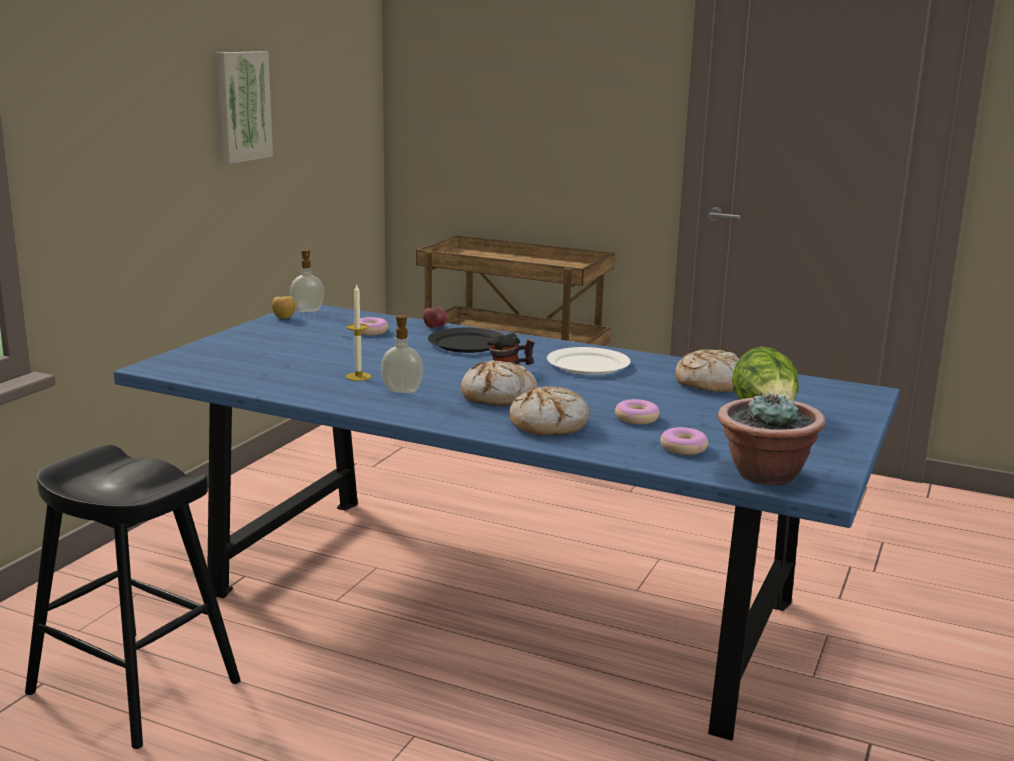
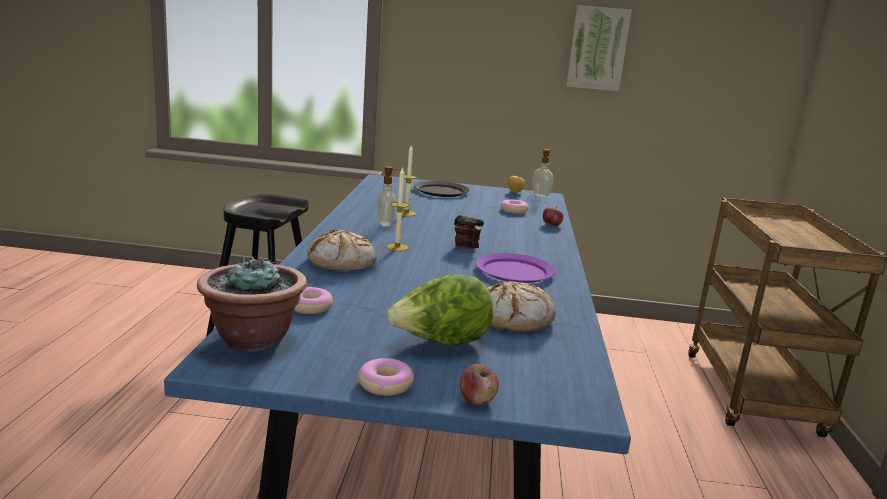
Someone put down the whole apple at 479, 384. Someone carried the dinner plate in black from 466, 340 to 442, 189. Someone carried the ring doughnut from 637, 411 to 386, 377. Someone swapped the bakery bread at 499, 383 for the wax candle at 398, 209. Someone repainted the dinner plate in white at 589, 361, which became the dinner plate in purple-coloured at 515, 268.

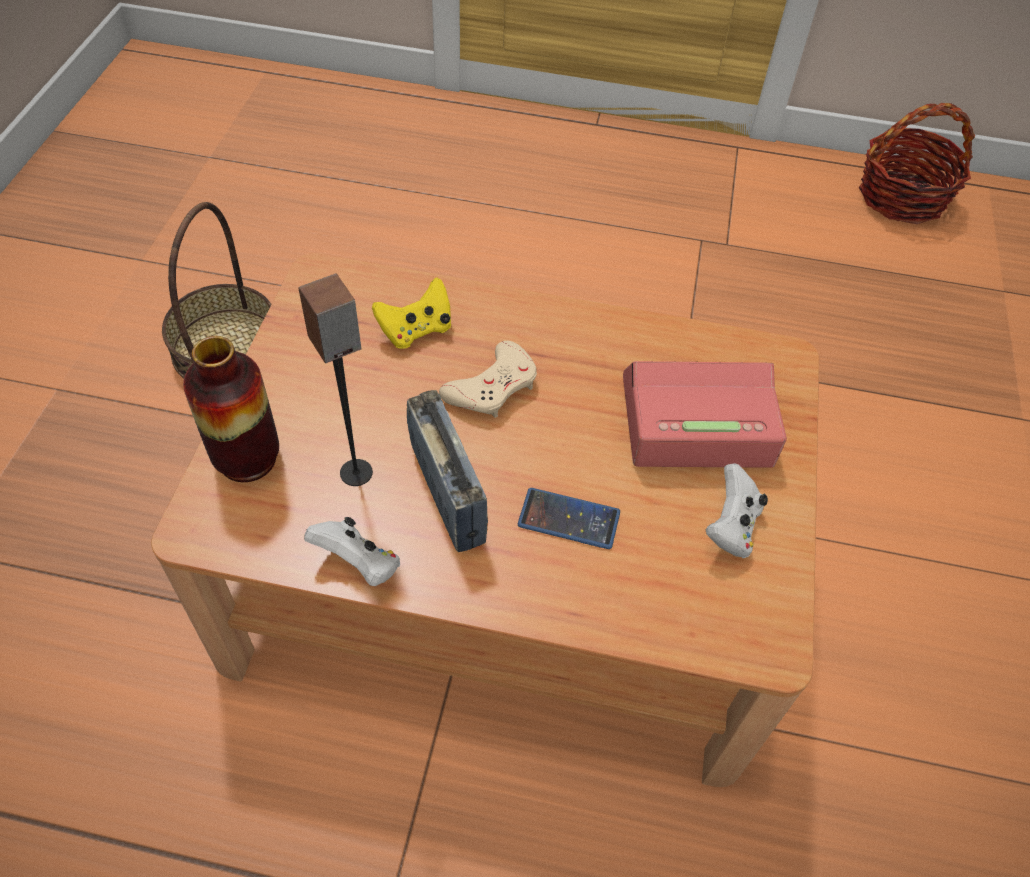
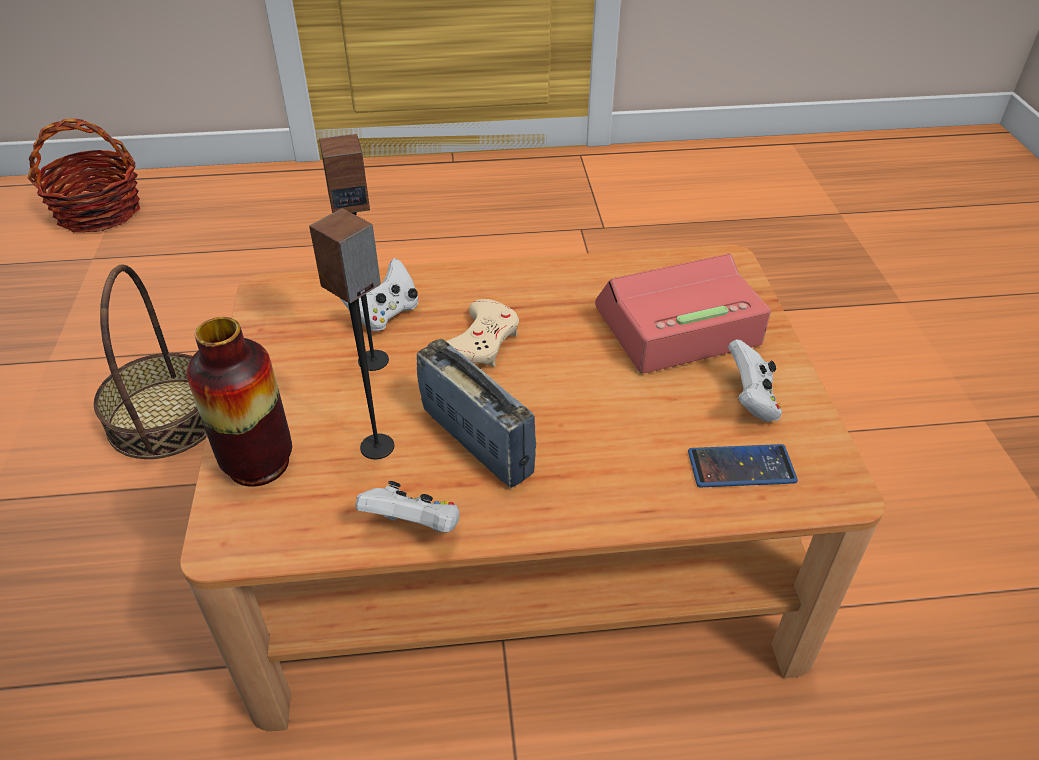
Someone put down the audio speaker at 354, 252. Someone carried the handset from 569, 518 to 743, 465. Someone carried the storage basket from 917, 163 to 84, 176. Someone repainted the game controller in yellowish at 411, 313, which became the game controller in white at 379, 295.

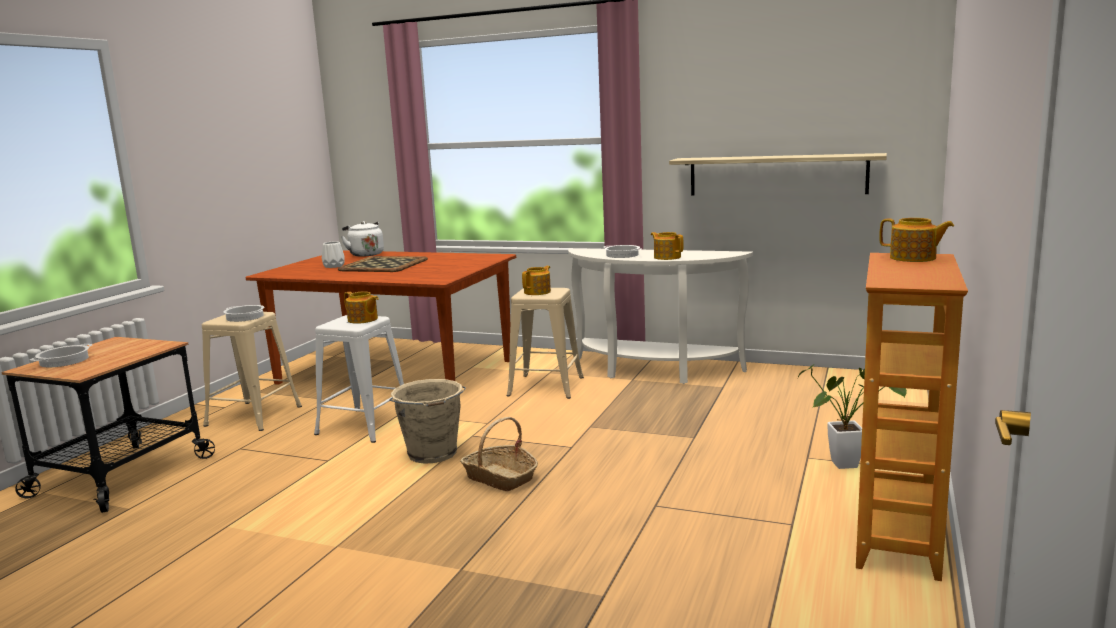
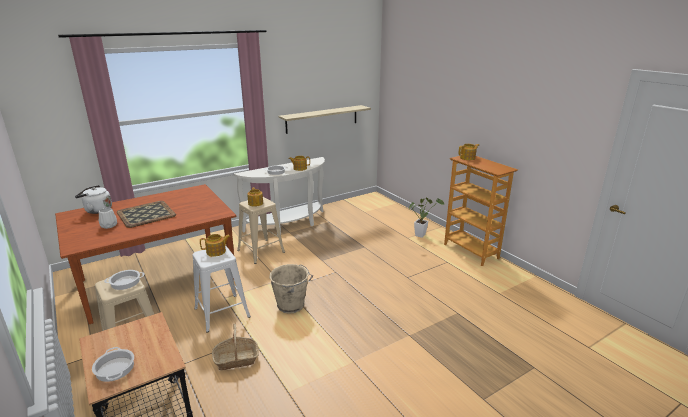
Someone carried the storage basket from 499, 454 to 235, 347.

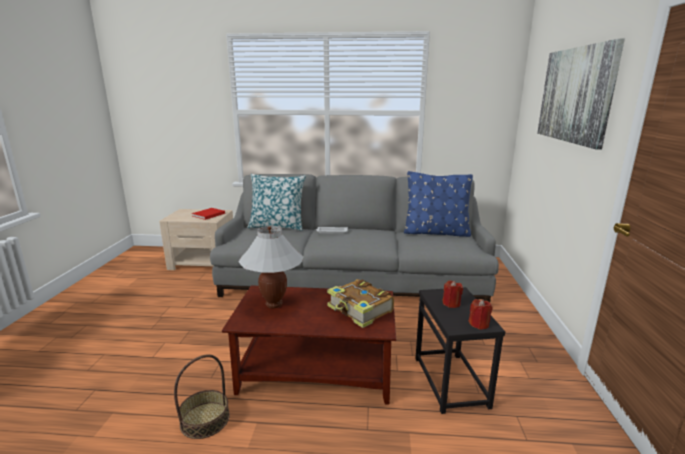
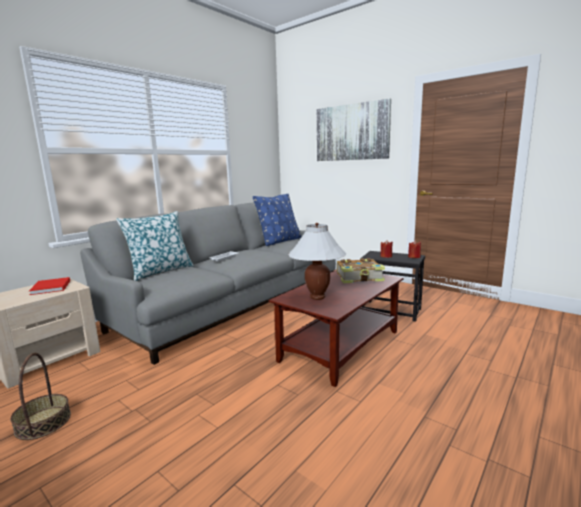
Someone carried the storage basket from 202, 396 to 40, 396.

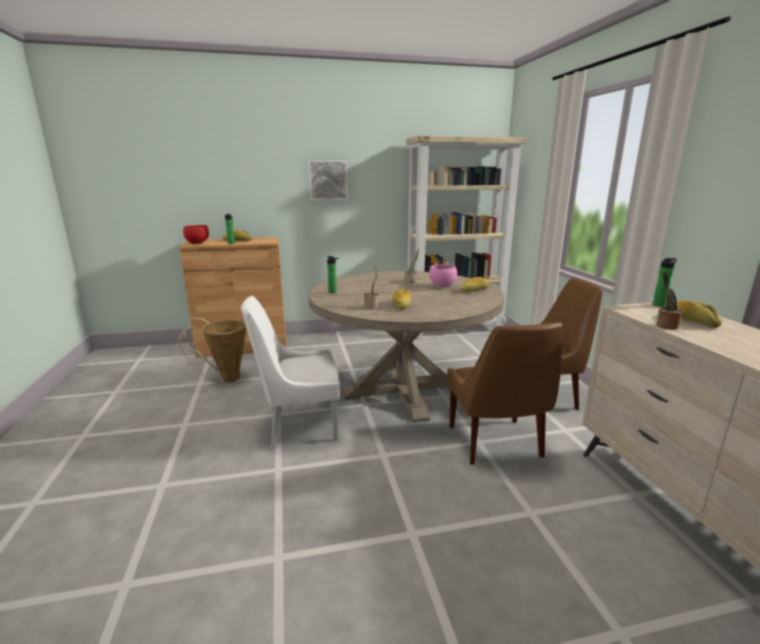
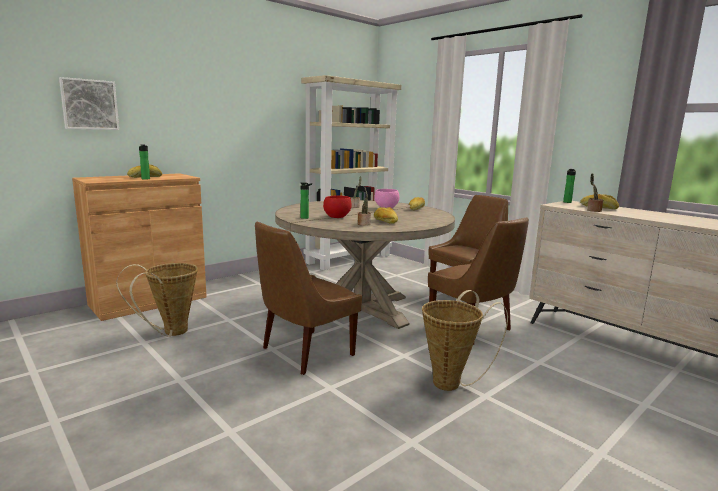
Someone put down the storage basket at 465, 340. Someone carried the deep dish in red from 196, 234 to 337, 206. Someone carried the picture from 328, 181 to 89, 103. Someone repainted the plain chair in white at 290, 372, which became the plain chair in brown at 308, 298.

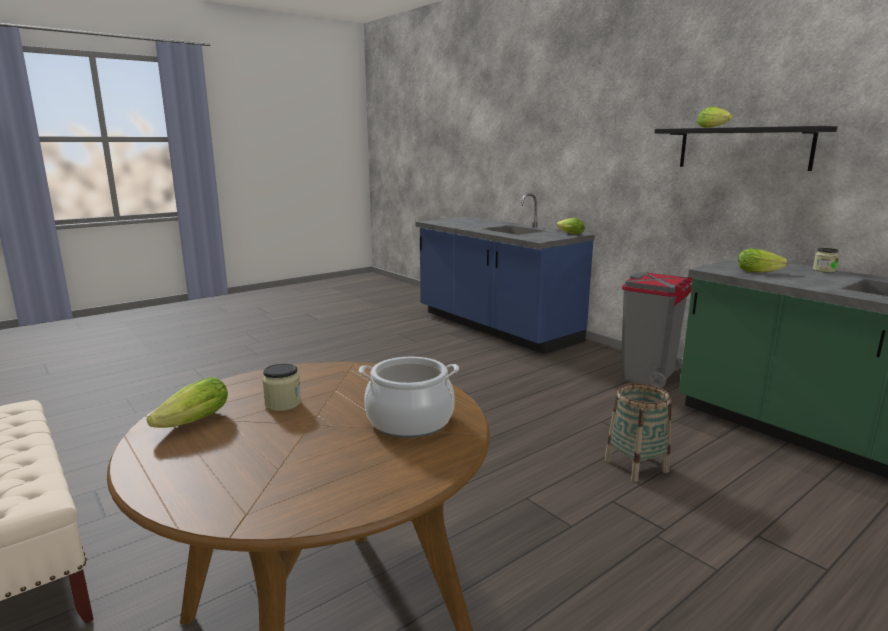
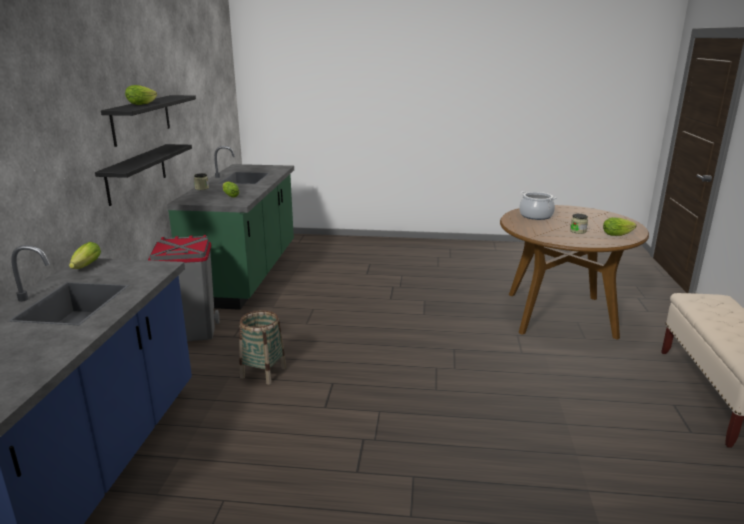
Someone put up the shelf in black at 143, 175. Someone carried the storage basket from 638, 432 to 263, 347.

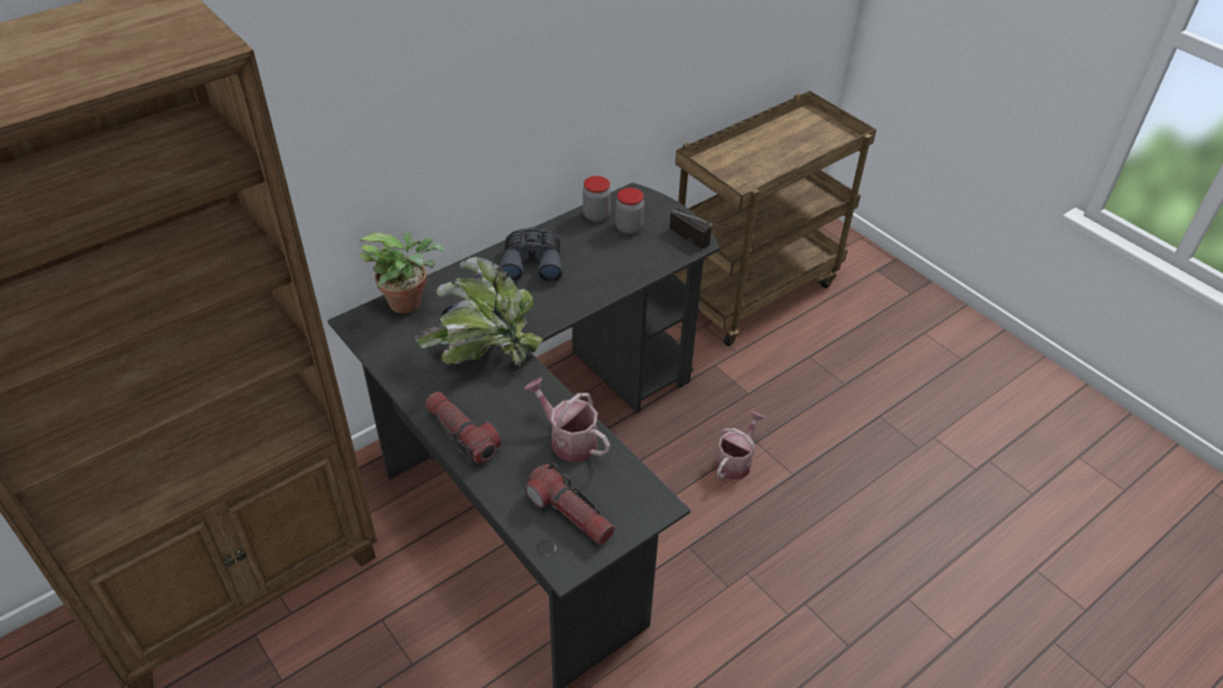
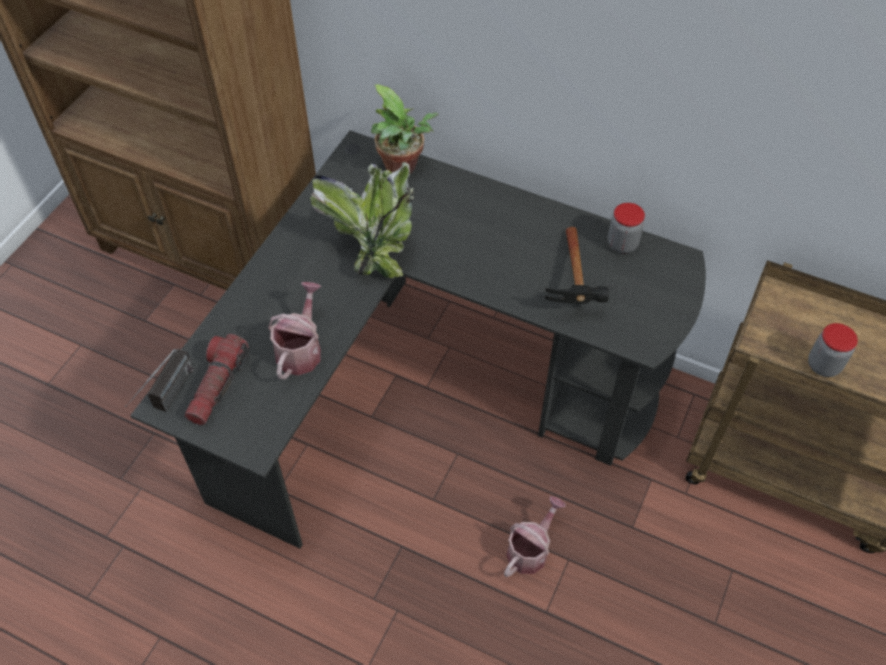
Someone took away the flashlight at 463, 428. Someone took away the binoculars in greyish at 531, 255. Someone put down the hammer at 577, 265. Someone carried the jar from 629, 211 to 833, 350. Someone carried the radio receiver from 697, 227 to 159, 380. Someone rotated the watering pot at 740, 444 by 60 degrees counterclockwise.

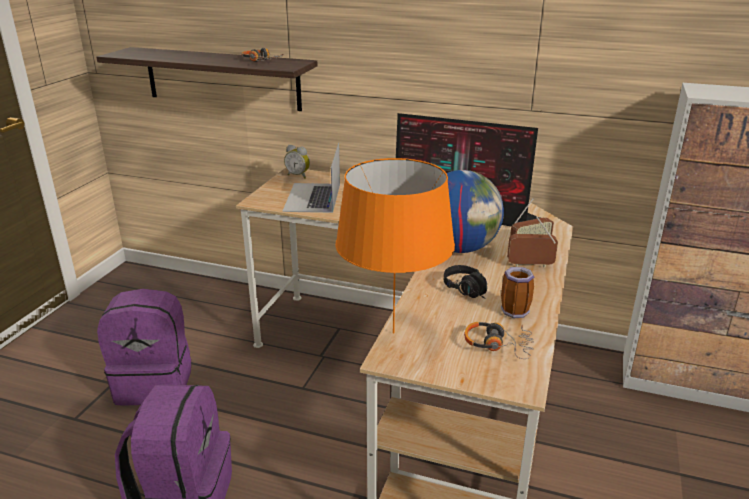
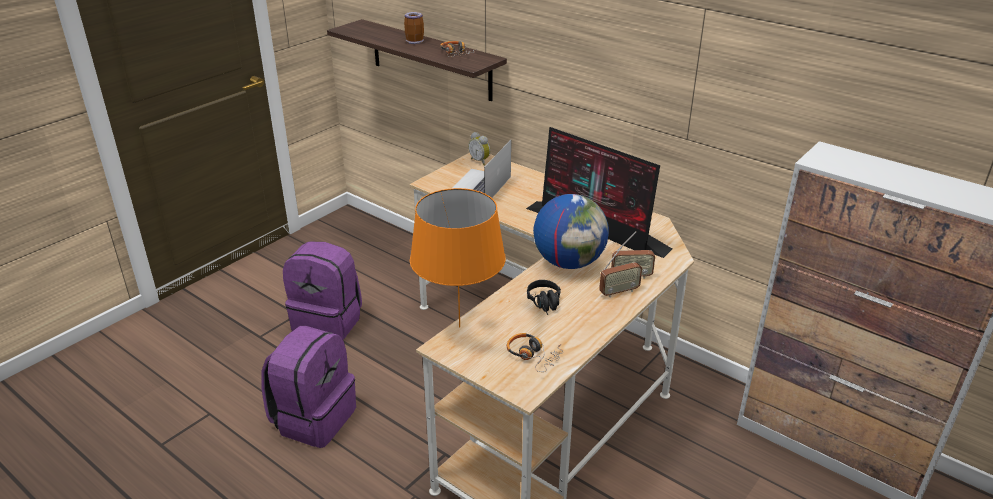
Someone carried the tea mug from 518, 292 to 414, 28. Someone rotated the radio receiver at 532, 242 by 135 degrees clockwise.

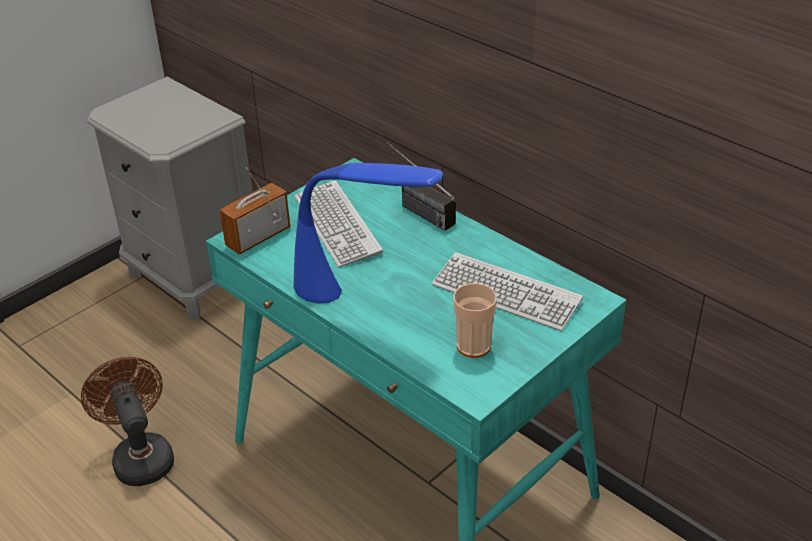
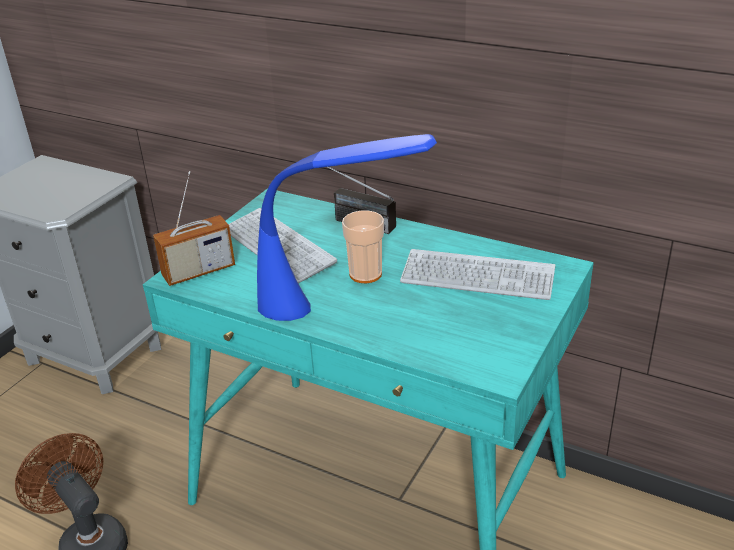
Someone carried the small cup from 475, 320 to 363, 246. Someone rotated the radio receiver at 254, 211 by 150 degrees counterclockwise.

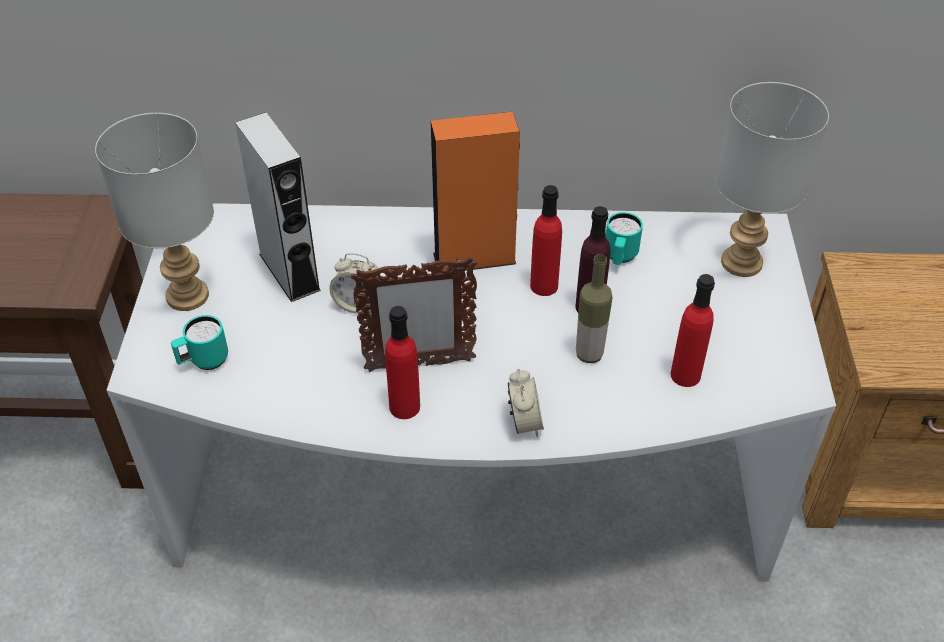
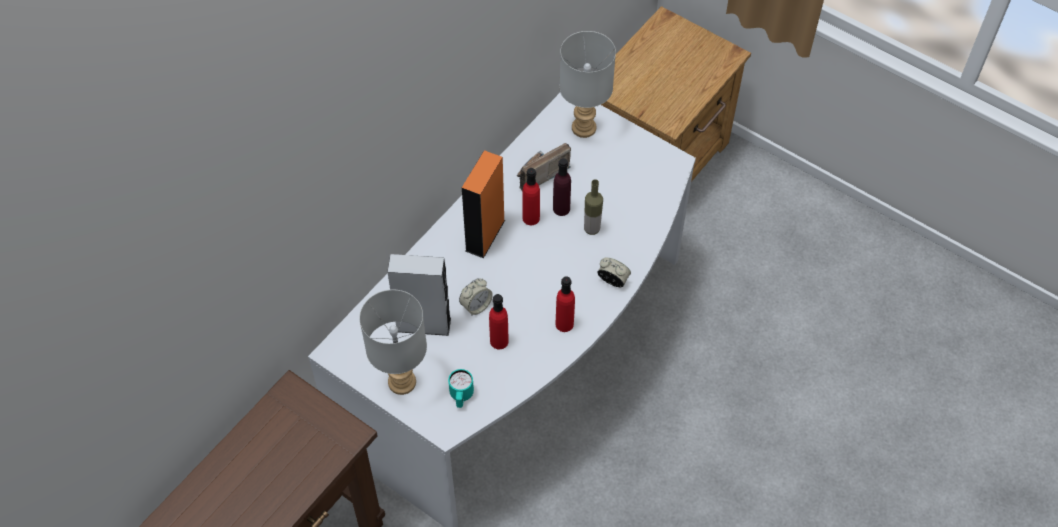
Someone took away the photo frame at 413, 314. Someone carried the beverage bottle in red from 693, 330 to 499, 321. Someone swapped the tea mug in turquoise-coloured at 624, 238 for the radio receiver at 544, 167.

